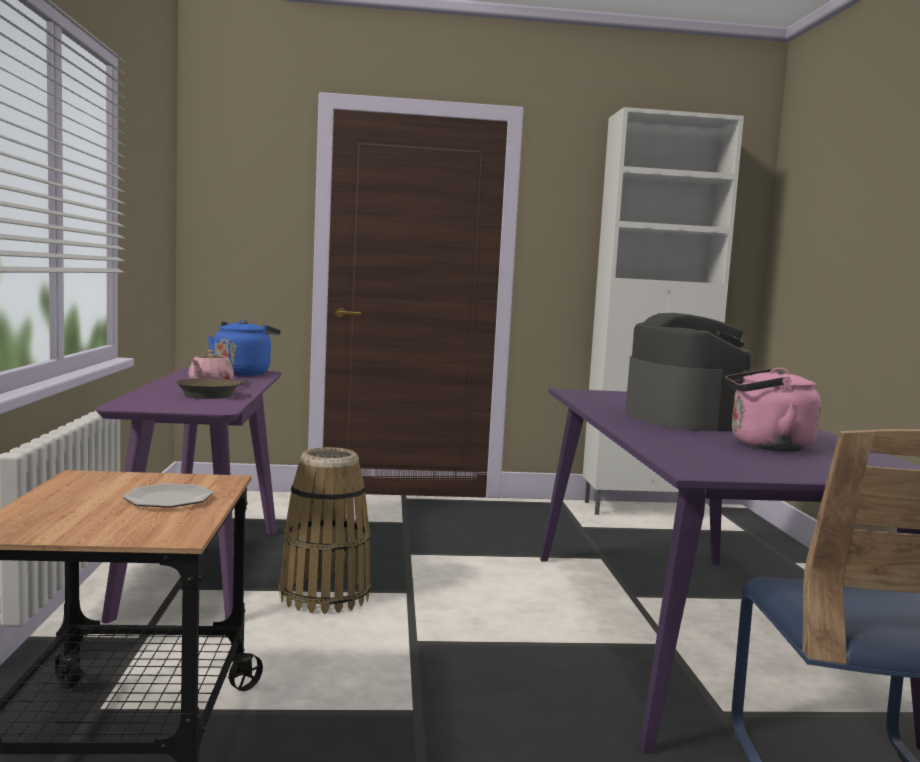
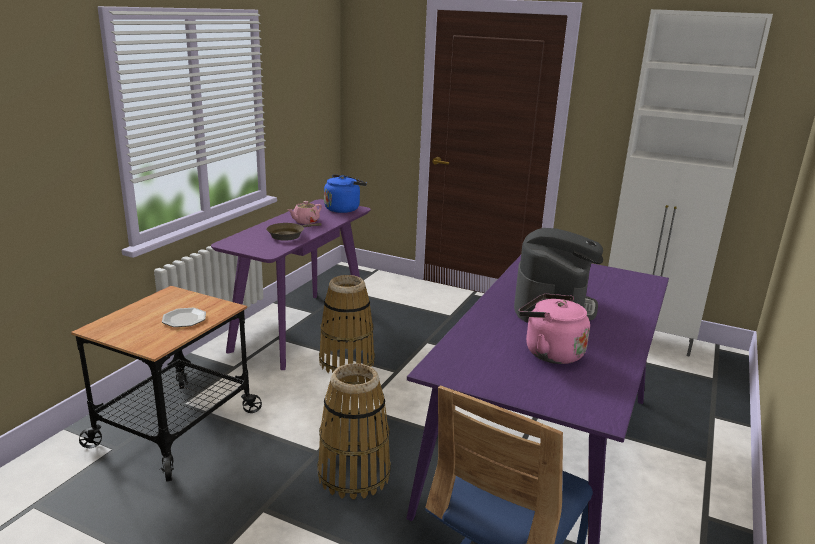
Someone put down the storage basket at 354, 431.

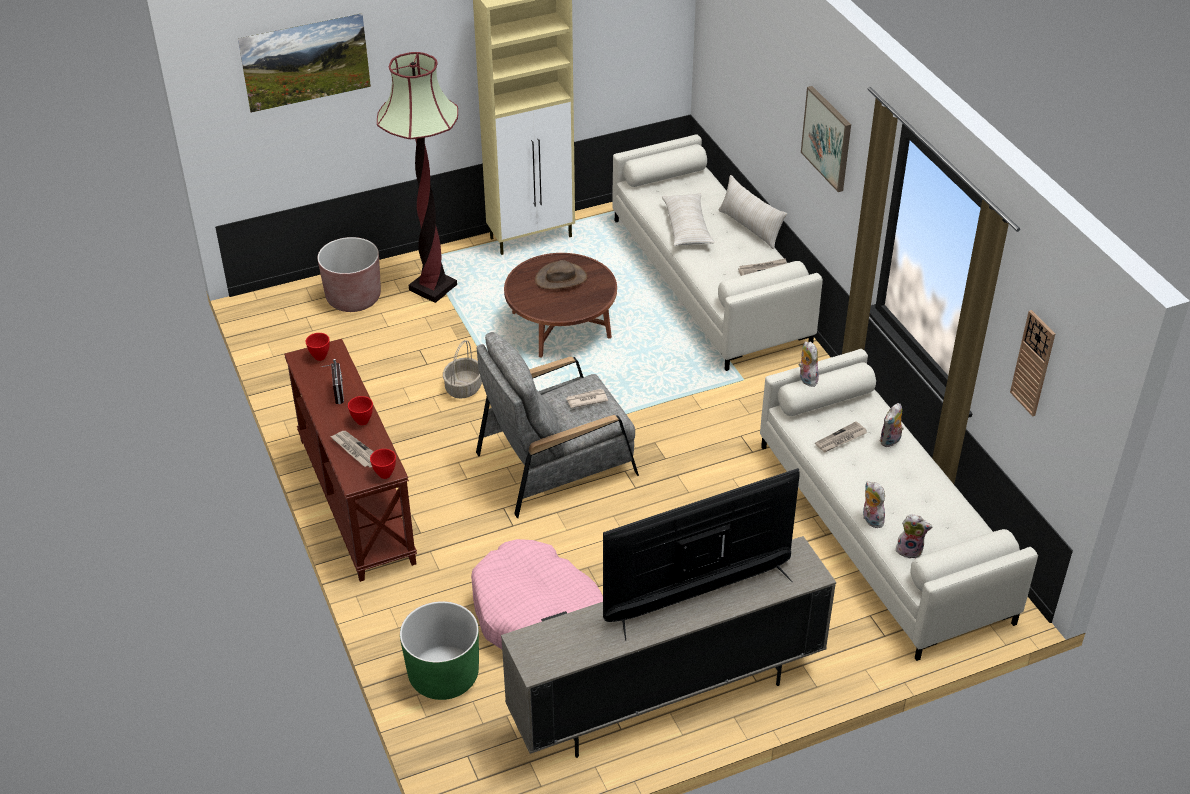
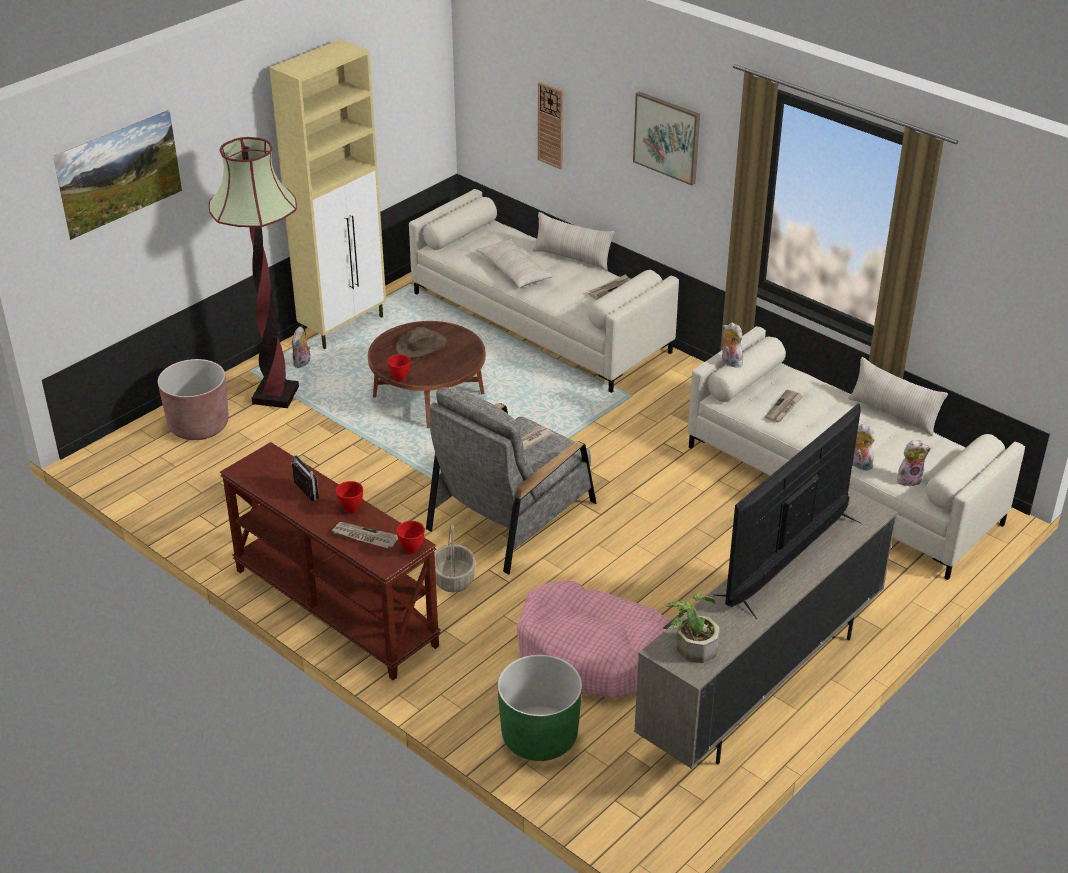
Someone put down the houseplant at 693, 628. Someone put down the pillow in sand-coloured at 898, 396. Someone carried the deep dish in red from 318, 347 to 399, 367. Someone carried the storage basket from 462, 369 to 455, 558. Someone carried the soft toy from 891, 425 to 301, 347. Someone carried the clock on the wall from 1032, 363 to 550, 125.

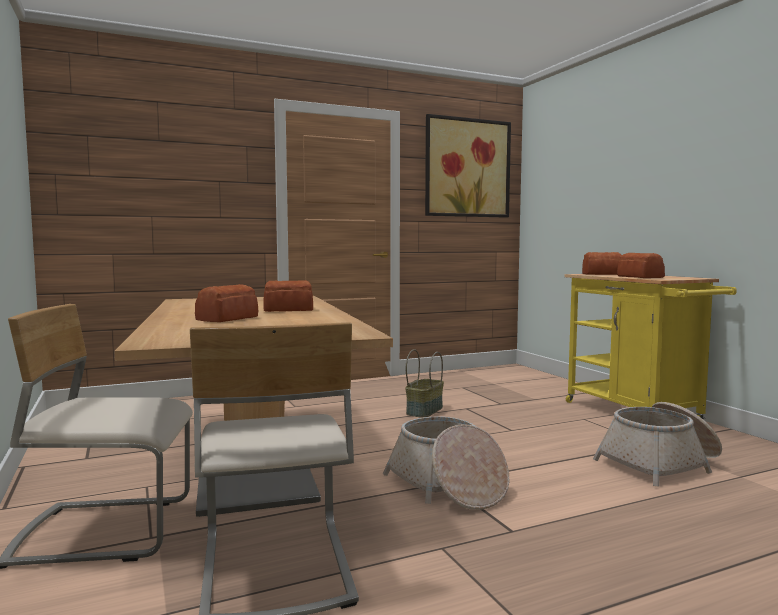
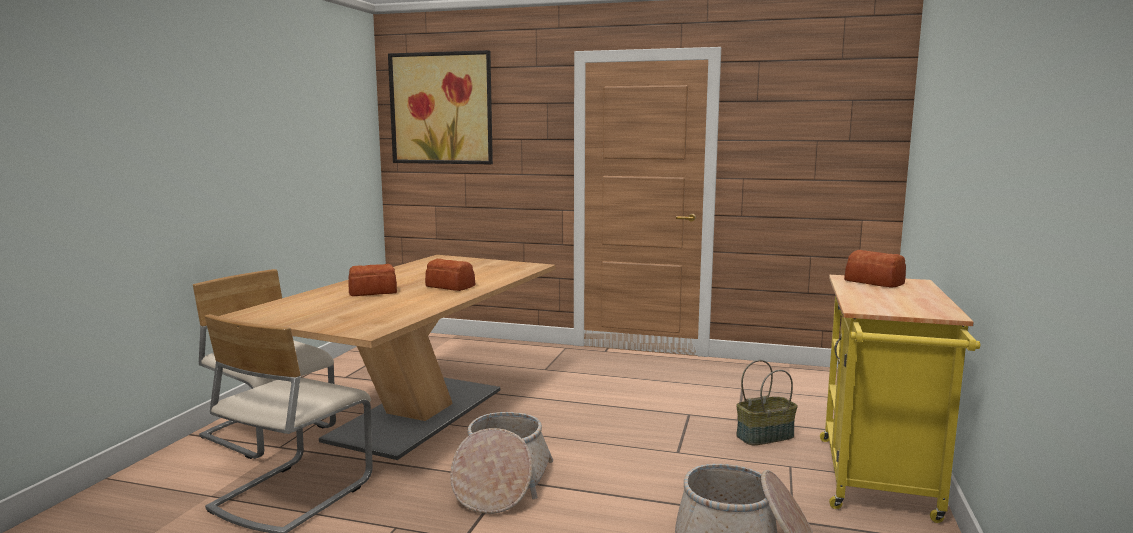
Someone took away the bakery bread at 641, 265. Someone carried the storage basket from 424, 383 to 767, 402. Someone carried the picture from 468, 166 to 440, 107.

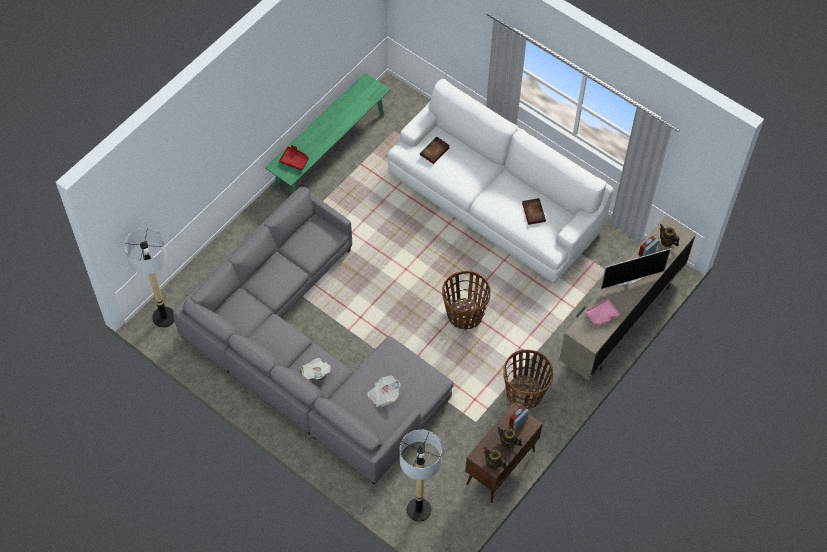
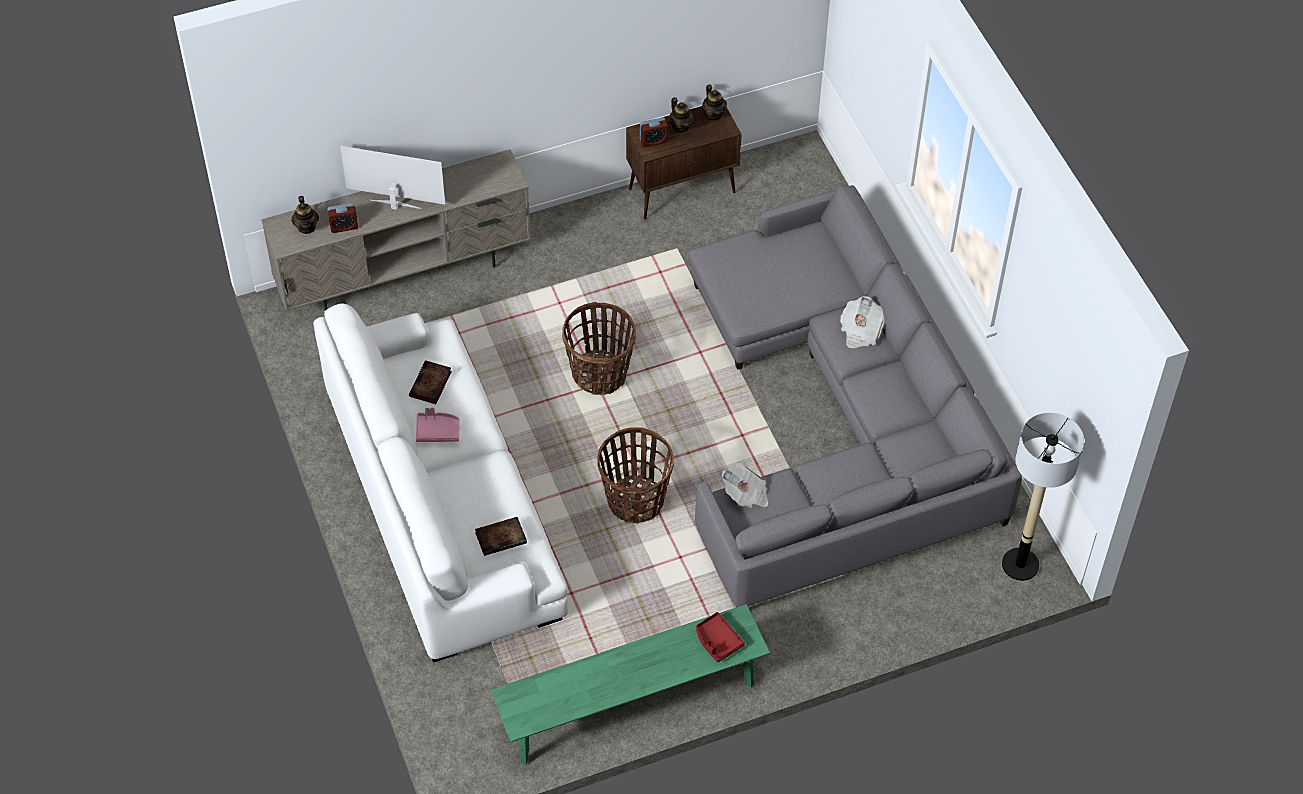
Someone took away the standing lamp at 421, 476. Someone carried the daily paper from 384, 391 to 745, 485. Someone carried the storage basket from 528, 379 to 635, 475. Someone carried the tray in pink from 602, 312 to 438, 425.

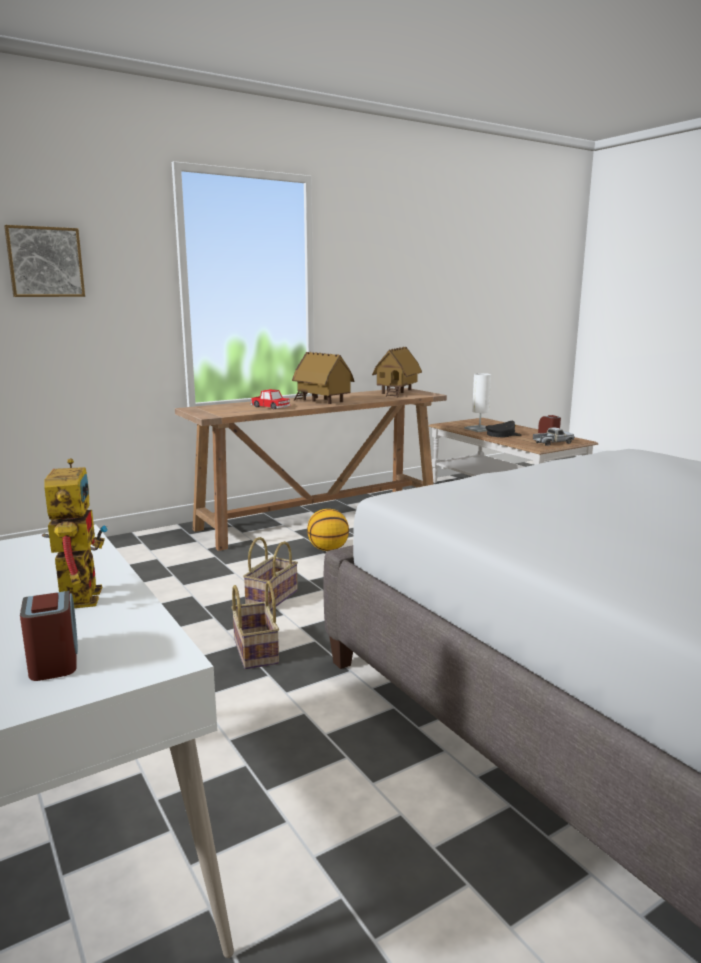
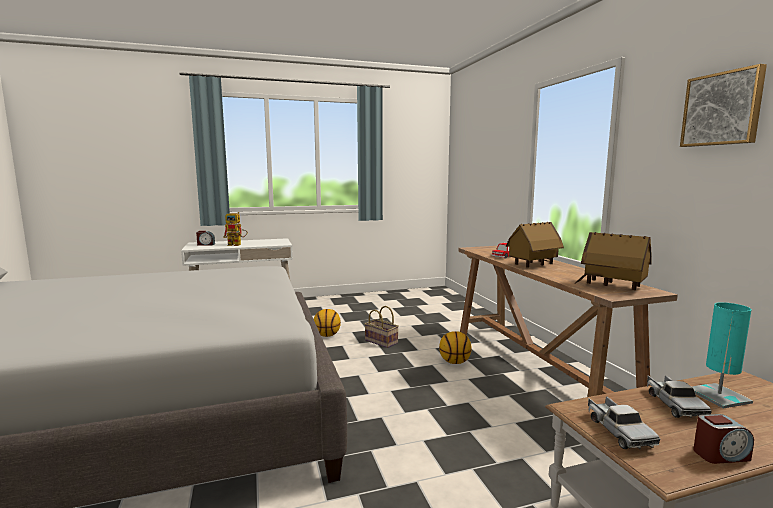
Someone carried the picture from 44, 261 to 723, 105. Someone swapped the storage basket at 255, 625 for the ball for basketball at 327, 323. Someone swapped the peaked cap in black at 503, 429 for the model truck at 679, 396. Someone repainted the table lamp in white at 477, 402, which became the table lamp in turquoise-coloured at 722, 355.

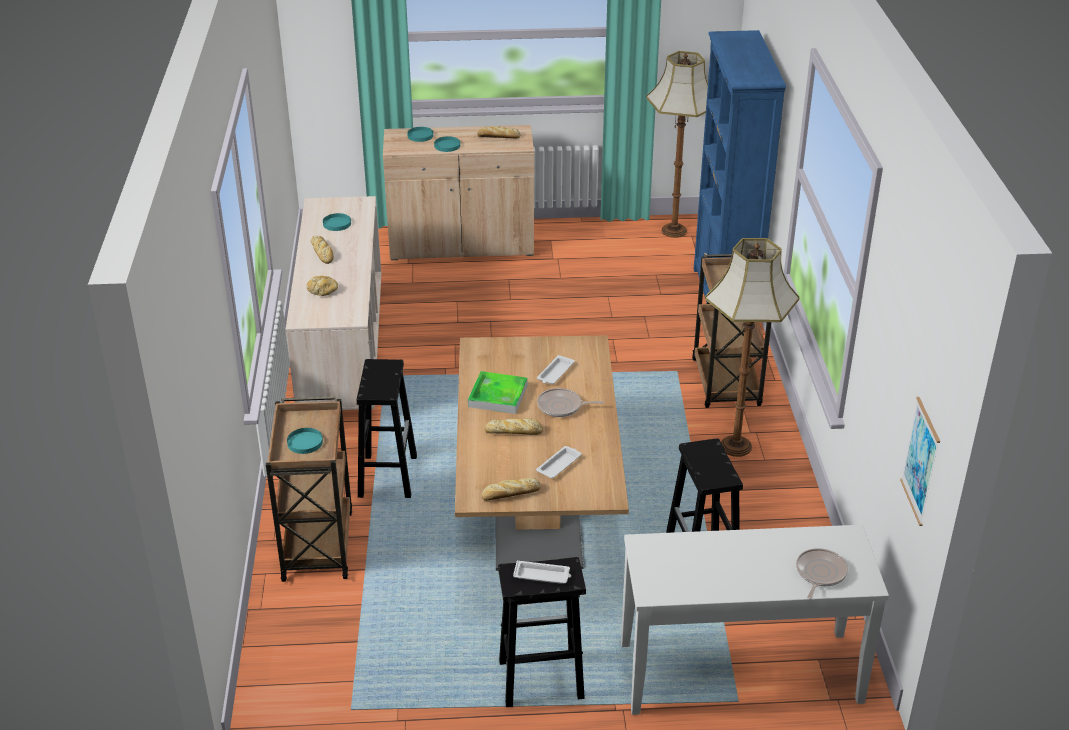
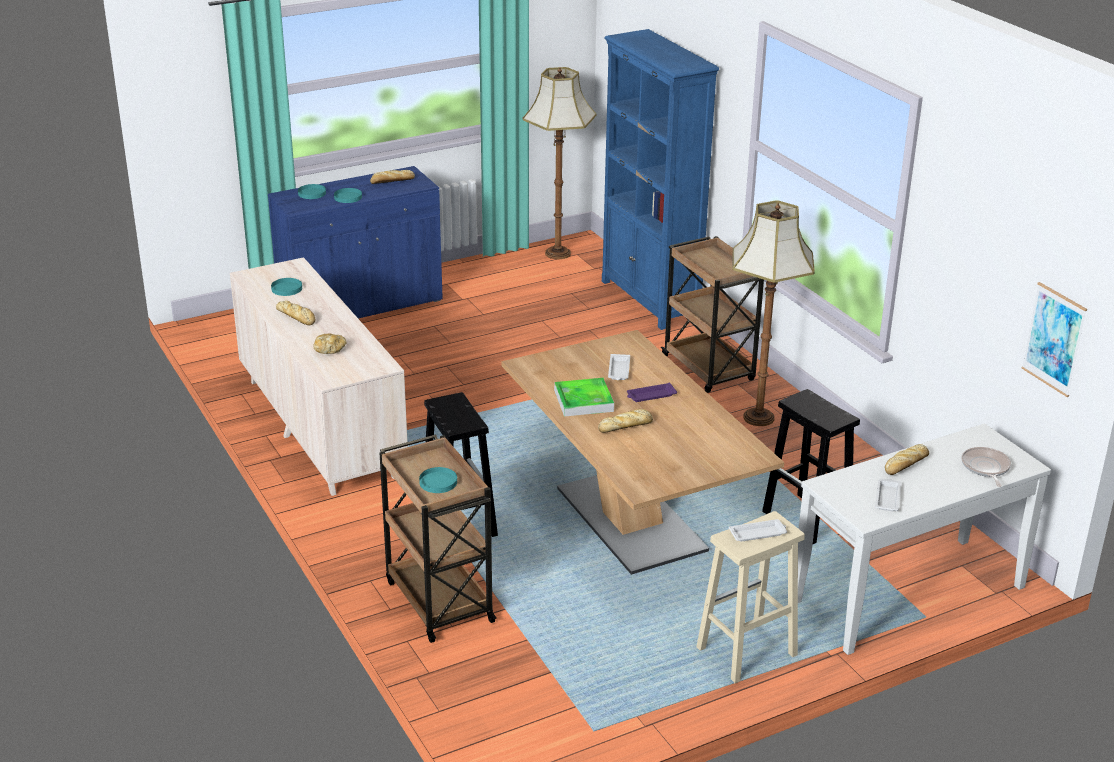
Someone carried the bakery bread from 511, 489 to 907, 459. Someone carried the tray in white from 559, 462 to 888, 494. Someone swapped the skillet at 570, 402 for the tray in purple-coloured at 652, 392. Someone repainted the cabinet in sand-coloured at 458, 192, which became the cabinet in blue at 355, 242. Someone repainted the stool in black at 542, 632, which became the stool in sand-coloured at 750, 597.

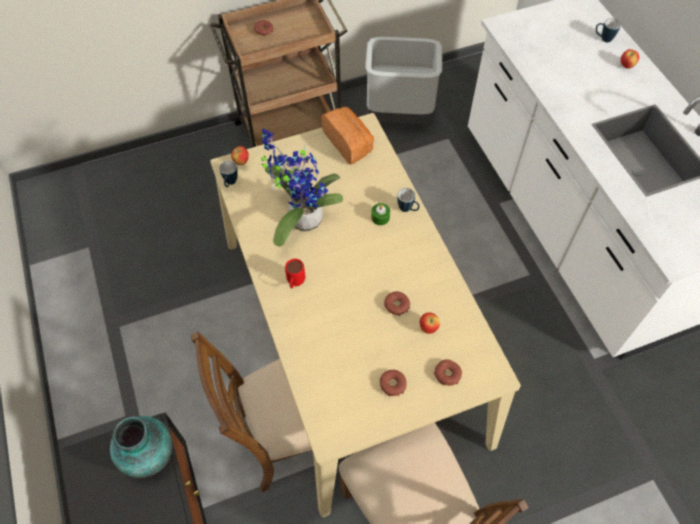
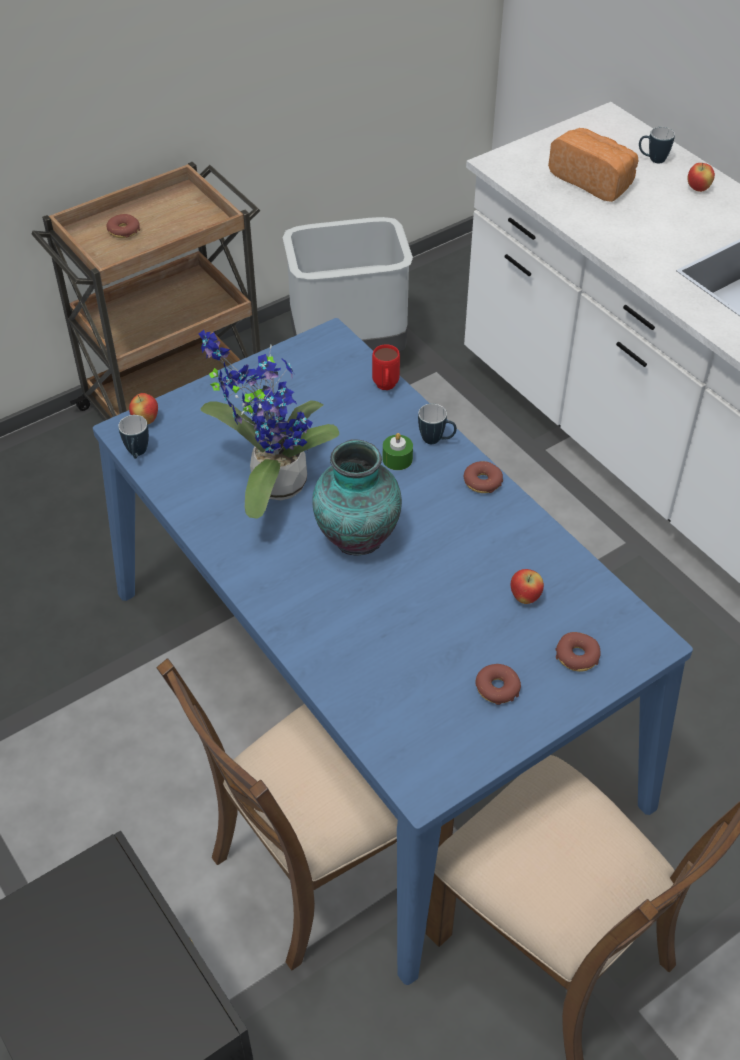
Someone carried the flower vase from 141, 447 to 357, 497. Someone carried the tea mug in red from 295, 274 to 386, 367. Someone carried the bakery bread from 347, 136 to 593, 165. Someone carried the ring doughnut from 397, 303 to 483, 477. Someone repainted the kitchen table in sand-coloured at 365, 315, which became the kitchen table in blue at 393, 651.

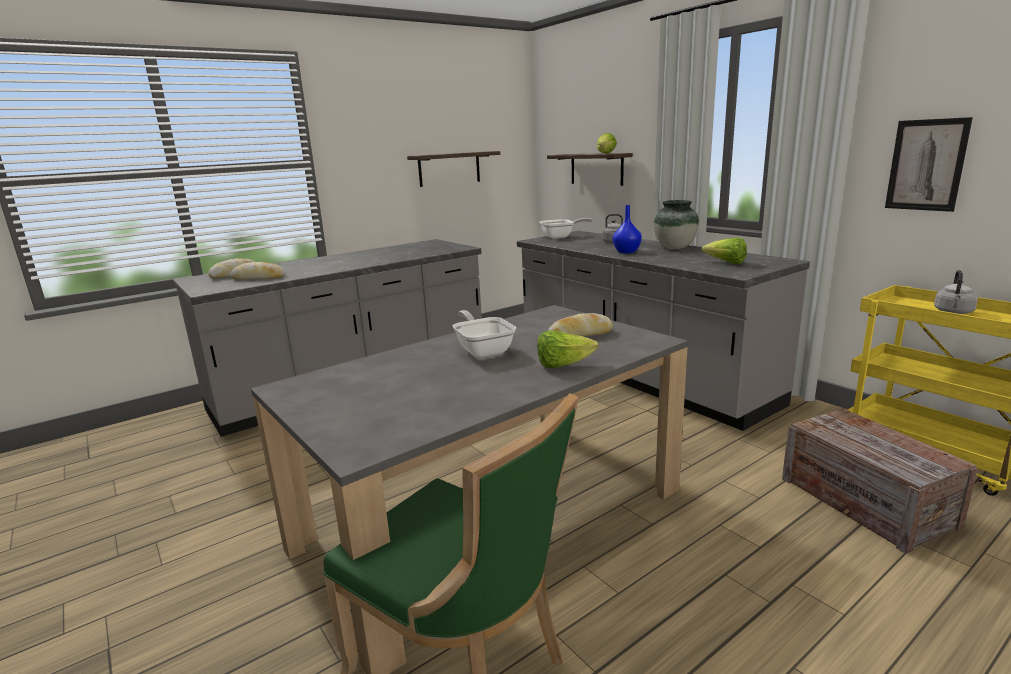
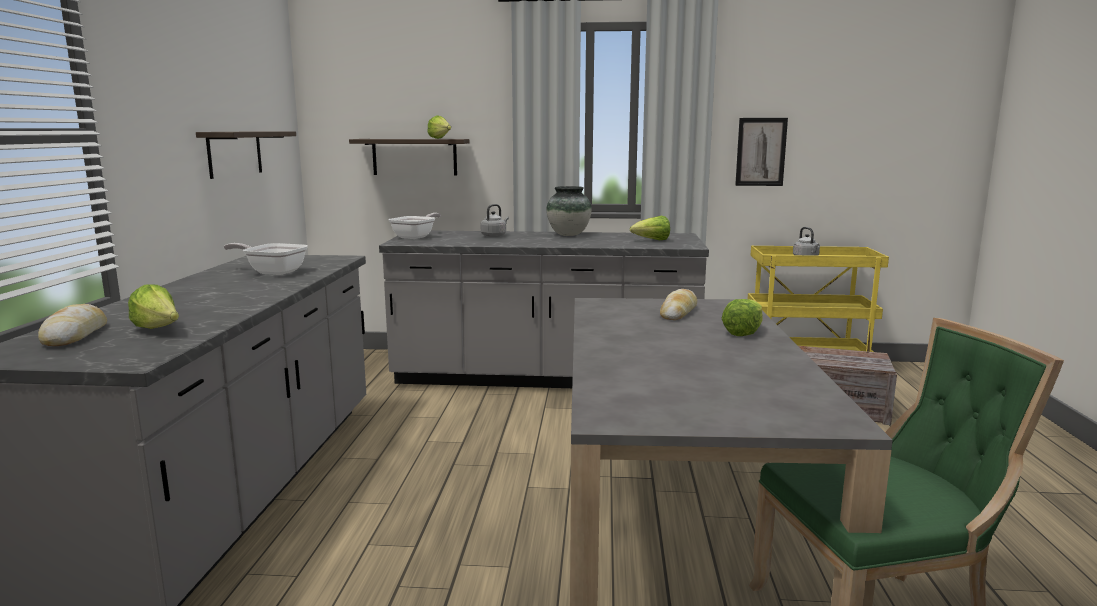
Someone took away the flower vase in blue at 627, 229. Someone carried the skillet from 484, 334 to 265, 259. Someone swapped the bakery bread at 257, 271 for the head of lettuce at 153, 306.

